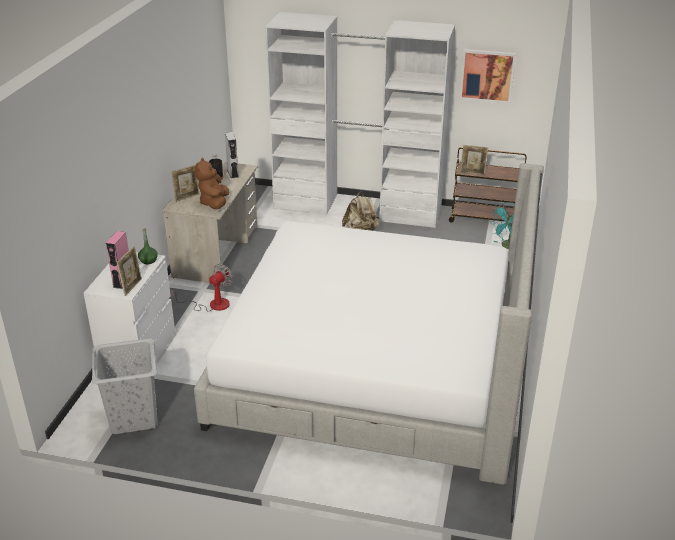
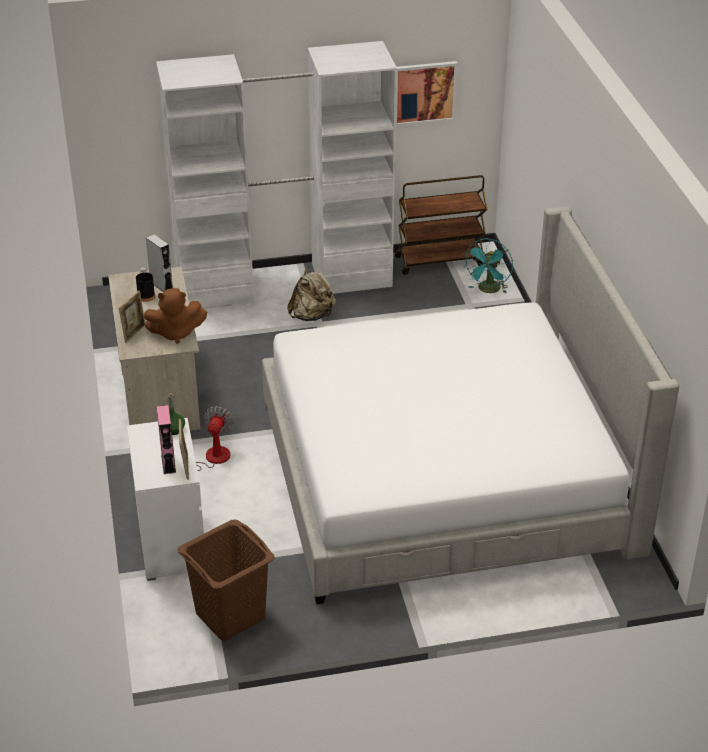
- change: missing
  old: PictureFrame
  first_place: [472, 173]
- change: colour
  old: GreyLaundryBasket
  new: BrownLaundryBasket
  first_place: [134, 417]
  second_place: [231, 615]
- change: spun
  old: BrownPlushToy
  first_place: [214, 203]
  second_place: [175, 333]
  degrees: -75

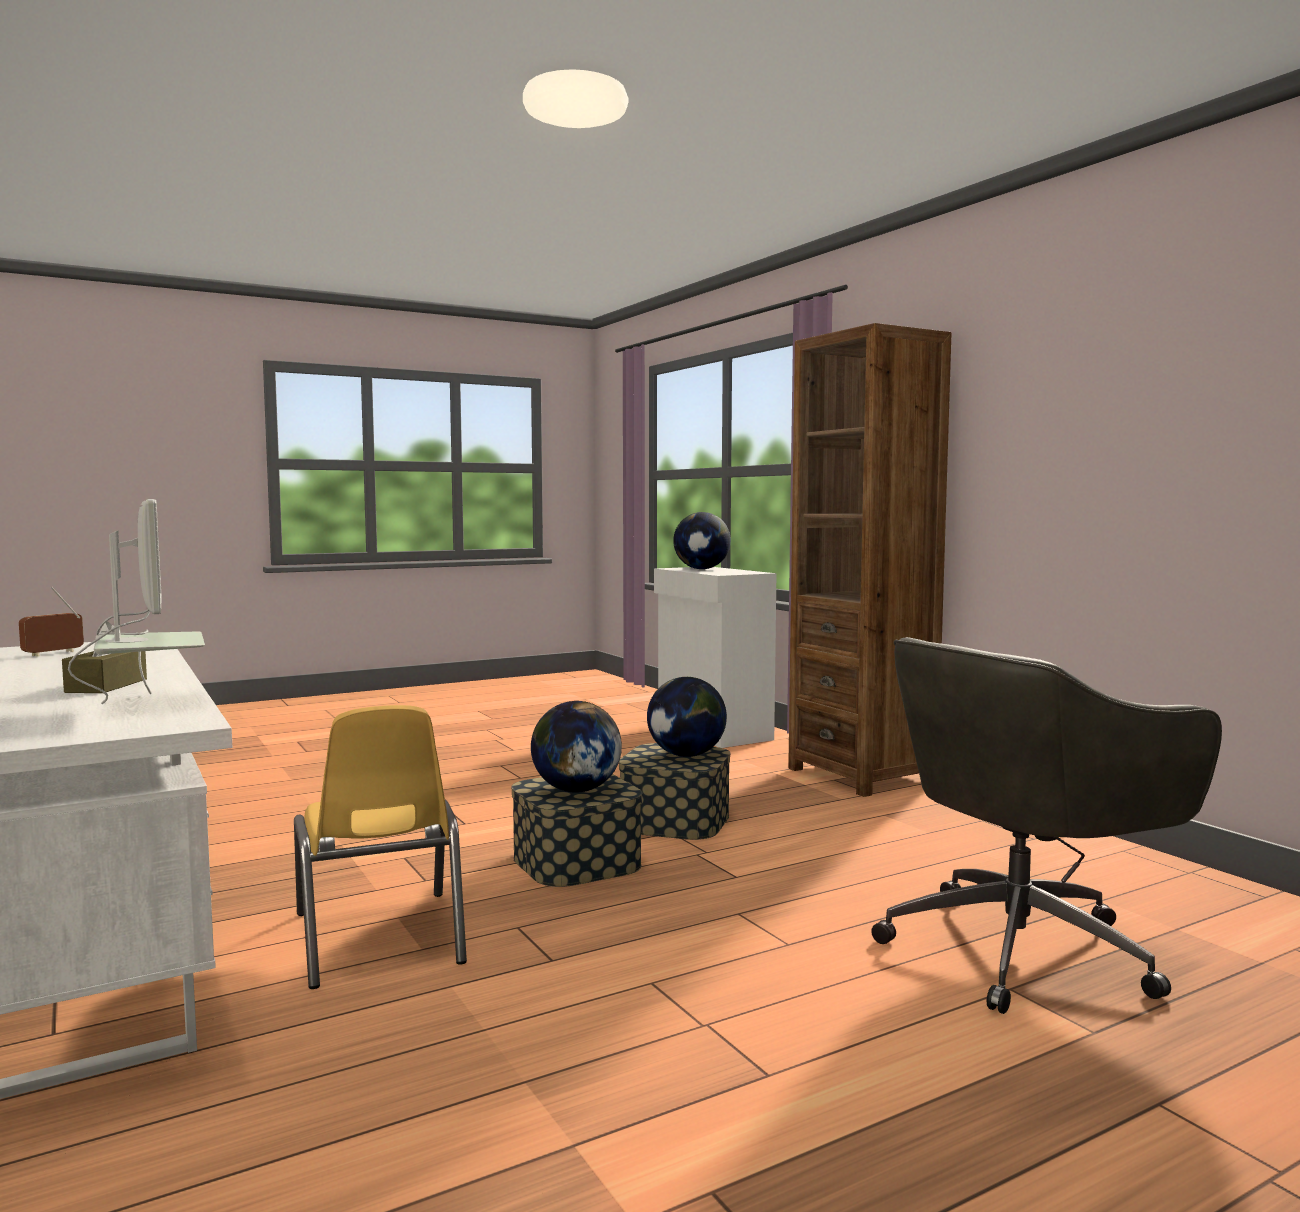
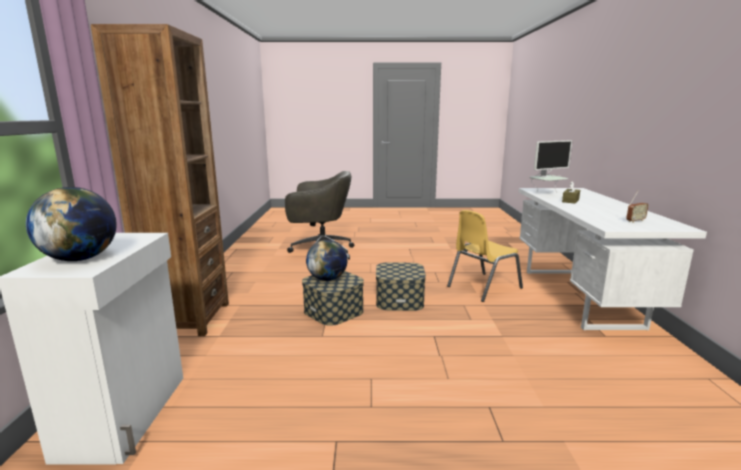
- change: missing
  old: Globe
  first_place: [576, 790]
- change: spun
  old: Monitor
  first_place: [149, 704]
  second_place: [546, 194]
  degrees: -120
- change: spun
  old: YellowChair
  first_place: [379, 938]
  second_place: [483, 287]
  degrees: -135

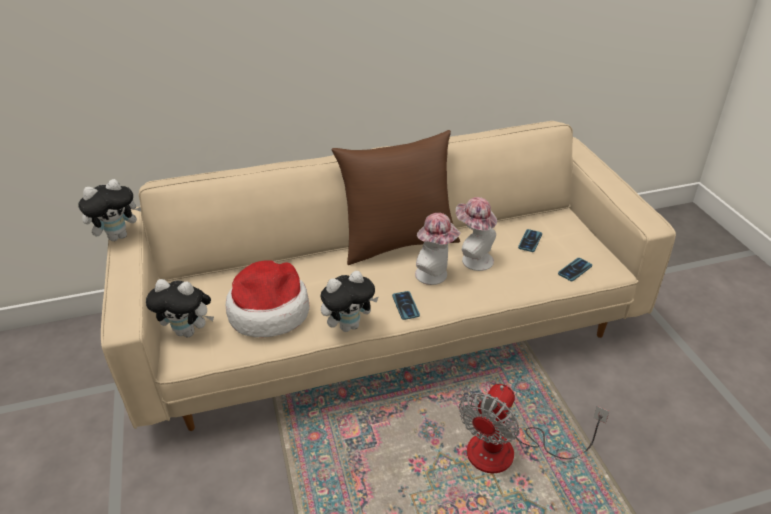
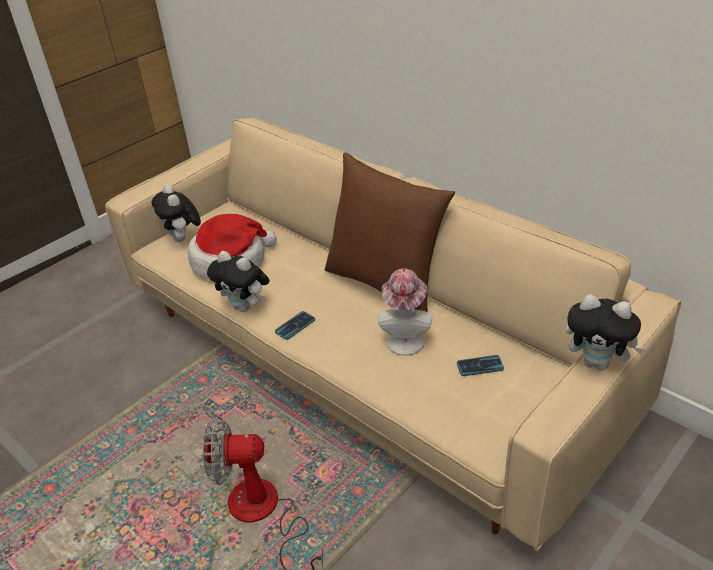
- change: missing
  old: Hat
  first_place: [435, 275]
- change: missing
  old: Phone
  first_place: [575, 270]
- change: relocated
  old: PlushToy
  first_place: [119, 236]
  second_place: [598, 363]

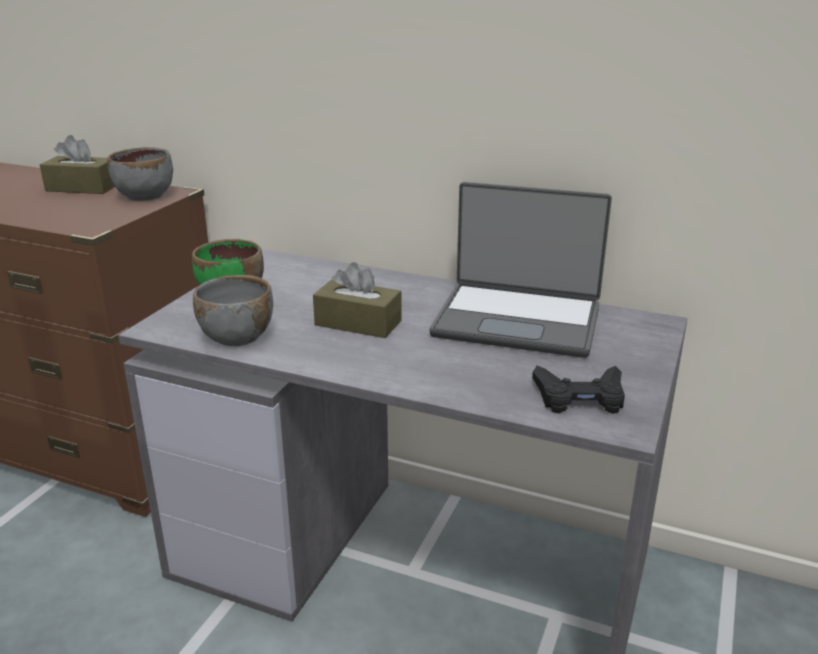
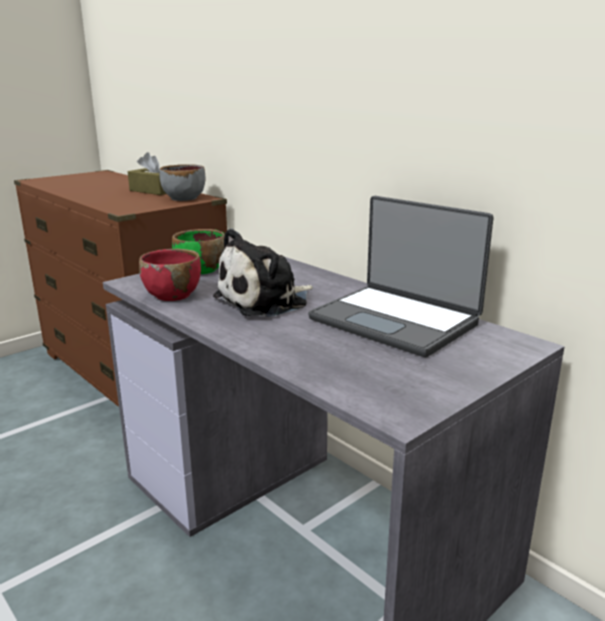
- change: missing
  old: BlackGameController
  first_place: [580, 397]
- change: exchanged
  old: BrownTissueBox
  new: PlushToy
  first_place: [358, 323]
  second_place: [266, 301]
- change: colour
  old: GreyBowl
  new: RedBowl
  first_place: [237, 336]
  second_place: [173, 295]

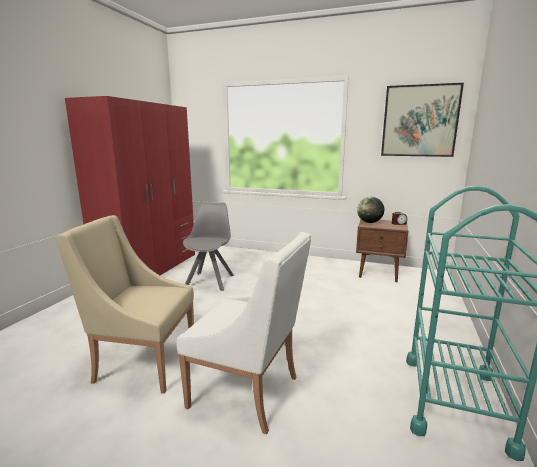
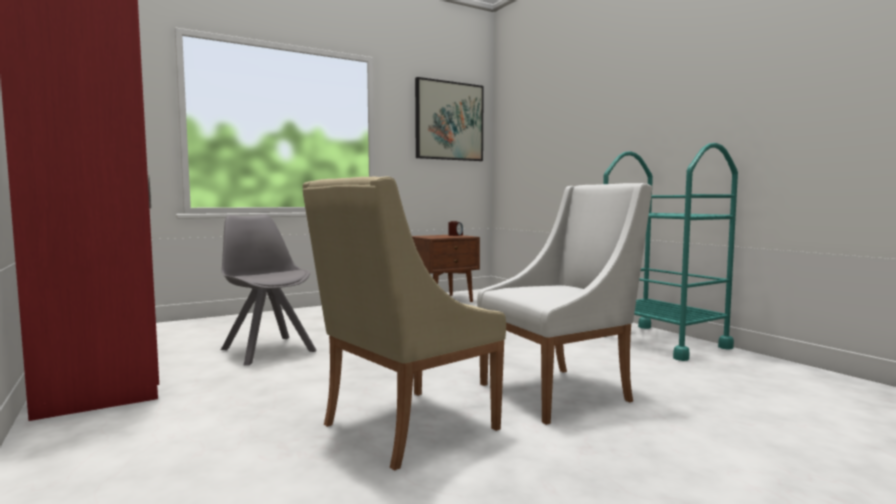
- change: missing
  old: Globe
  first_place: [369, 222]

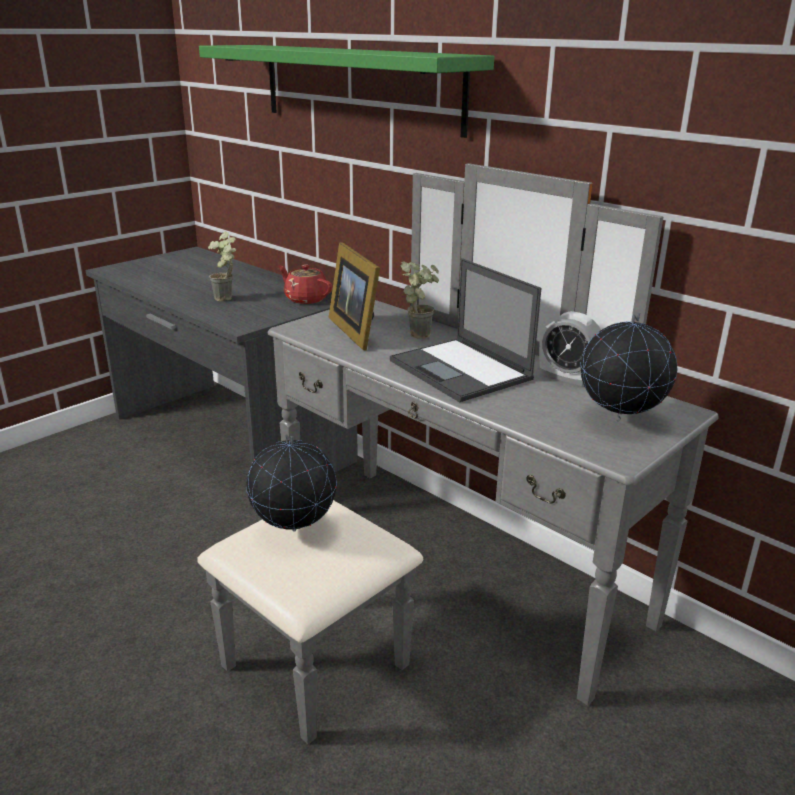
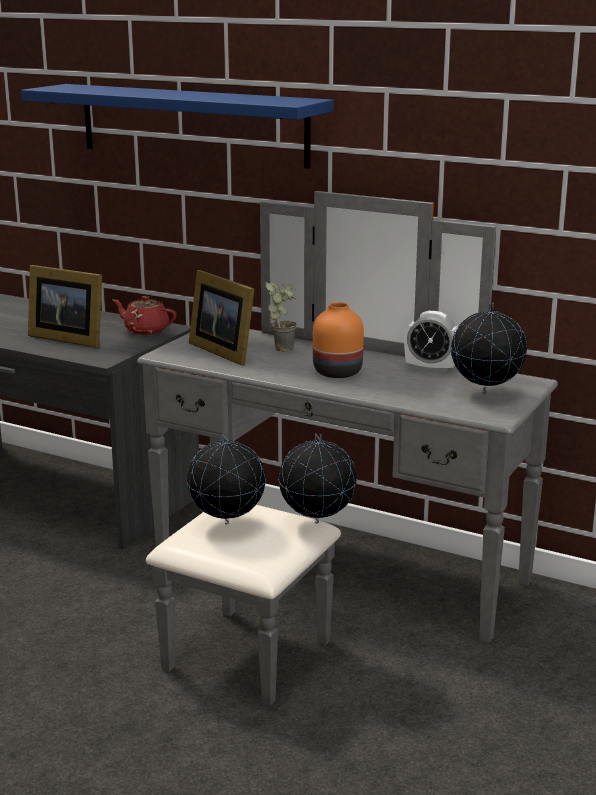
- change: appeared
  new: Globe
  second_place: [317, 523]
- change: exchanged
  old: PottedPlant
  new: PictureFrame
  first_place: [228, 299]
  second_place: [67, 338]
- change: exchanged
  old: Laptop
  new: OrangeVase
  first_place: [461, 370]
  second_place: [339, 372]
- change: colour
  old: GreenShelf
  new: BlueShelf
  first_place: [359, 87]
  second_place: [192, 124]

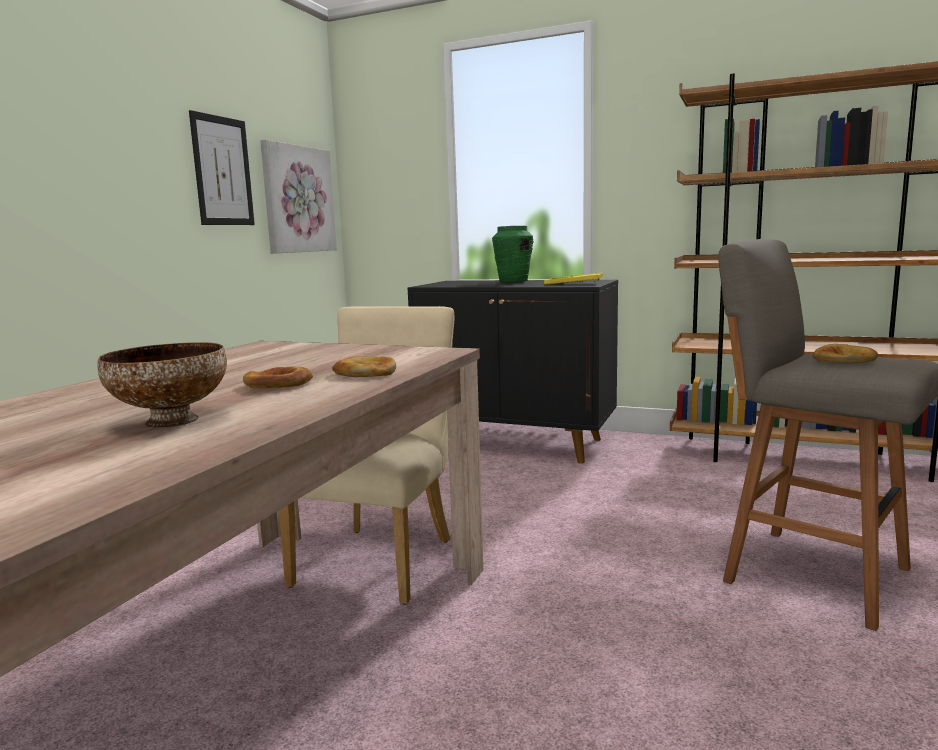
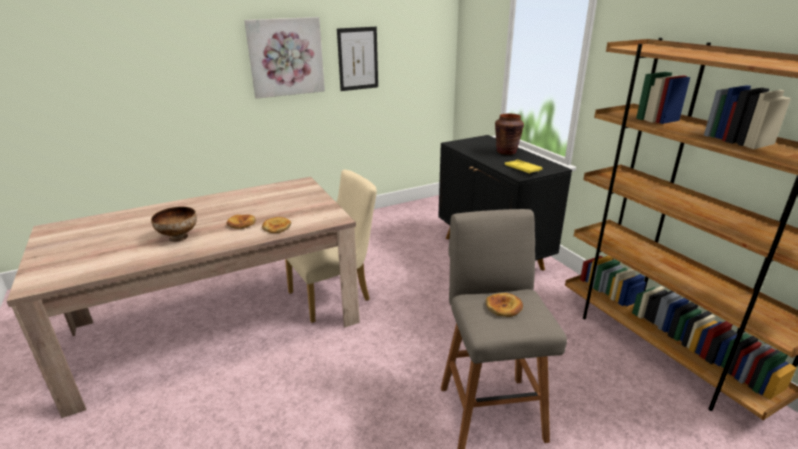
- change: relocated
  old: Picture
  first_place: [298, 199]
  second_place: [286, 57]
- change: colour
  old: GreenVase
  new: BrownVase
  first_place: [513, 282]
  second_place: [506, 152]

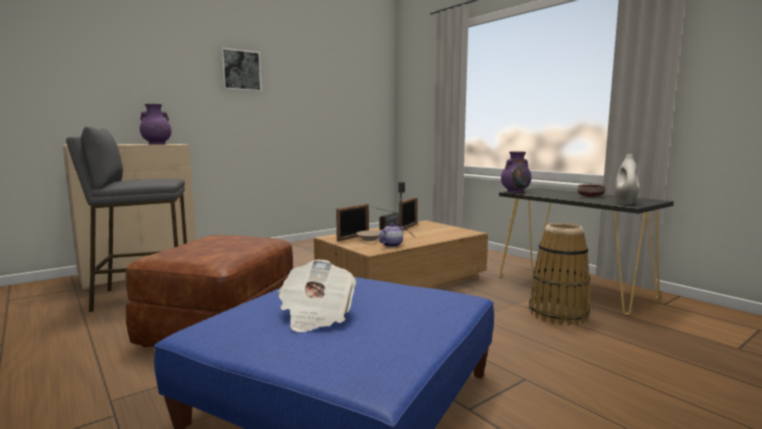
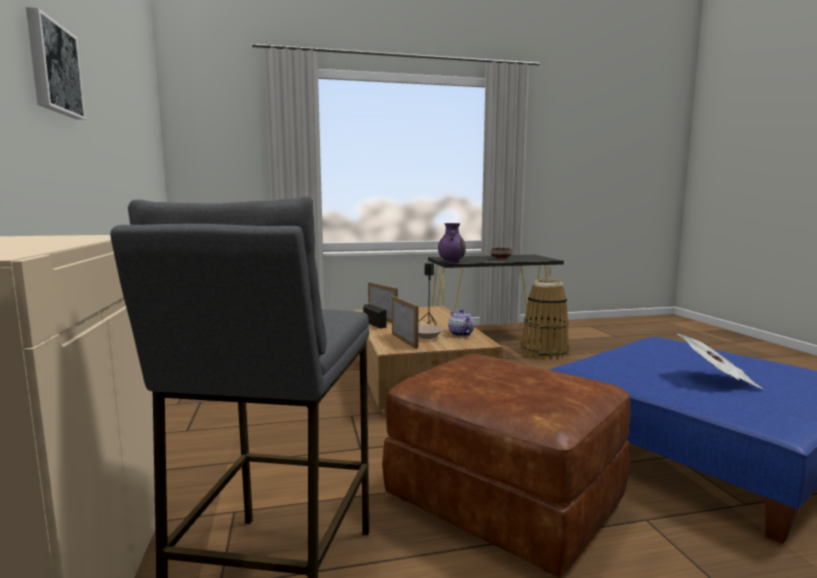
- change: missing
  old: PurpleVase
  first_place: [156, 144]
- change: missing
  old: WhiteVase
  first_place: [625, 203]

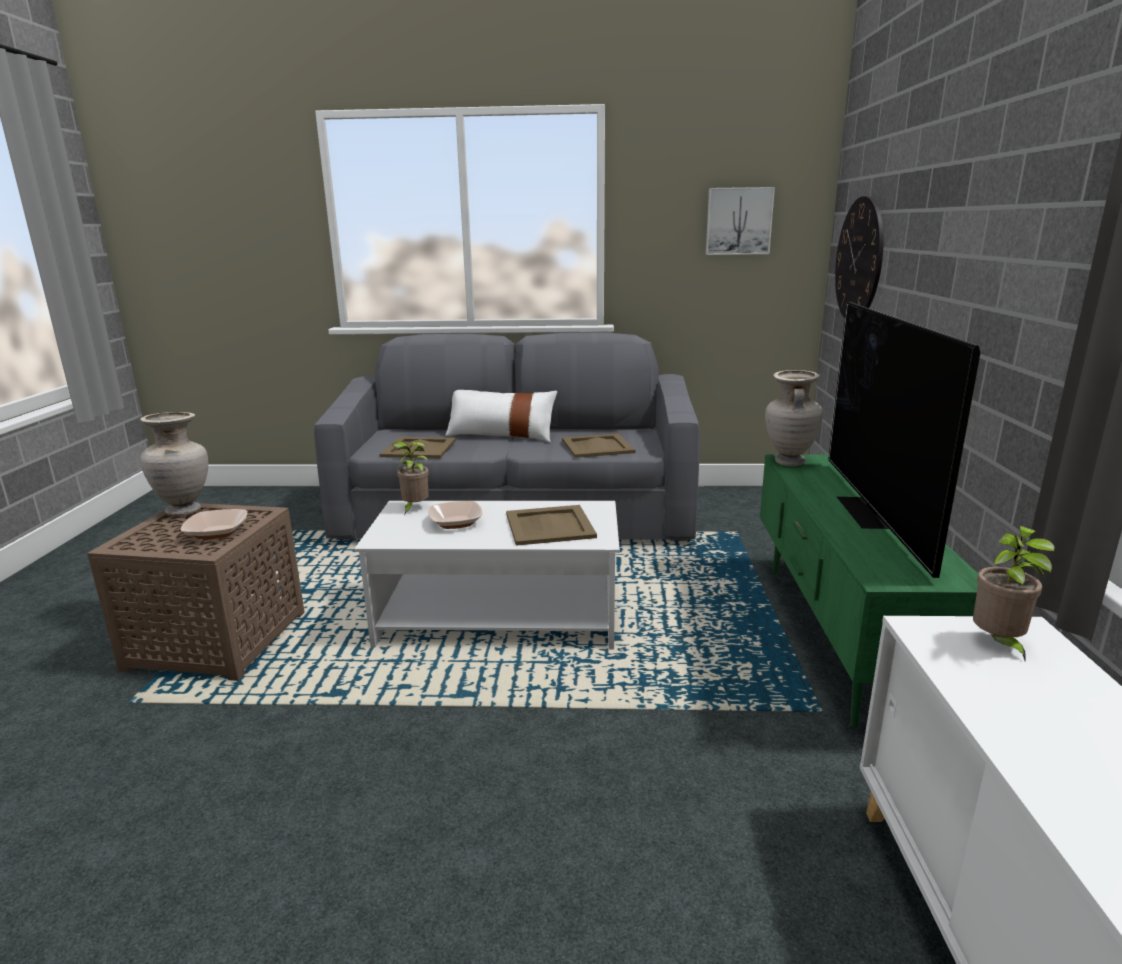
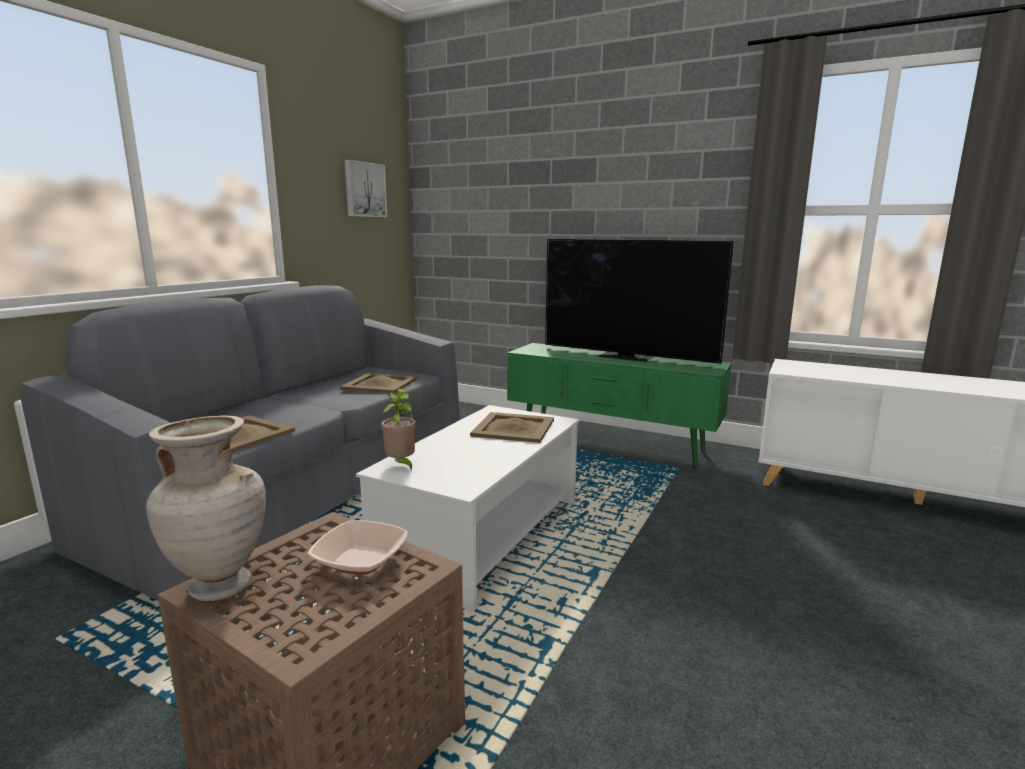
- change: missing
  old: Bowl
  first_place: [455, 522]
- change: missing
  old: WhitePillow
  first_place: [501, 435]
- change: missing
  old: BeigeVase
  first_place: [788, 462]
- change: missing
  old: WallClock
  first_place: [859, 260]
- change: missing
  old: PottedPlant
  first_place: [998, 645]

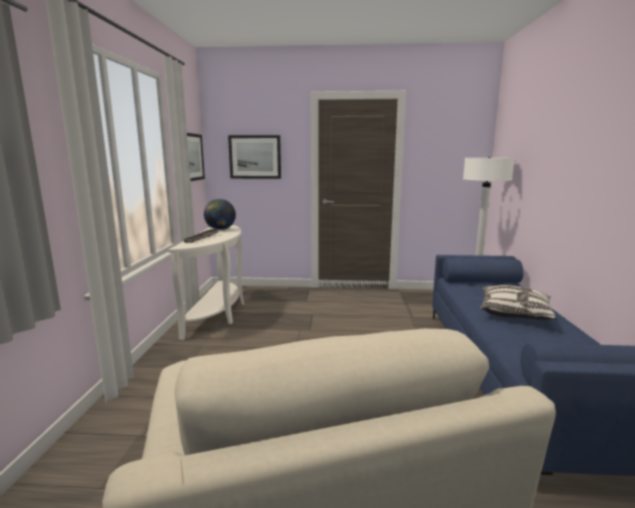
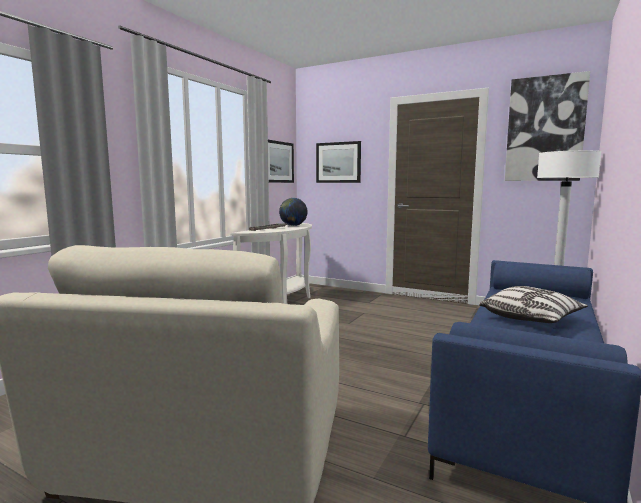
- change: appeared
  new: Picture
  second_place: [545, 129]

